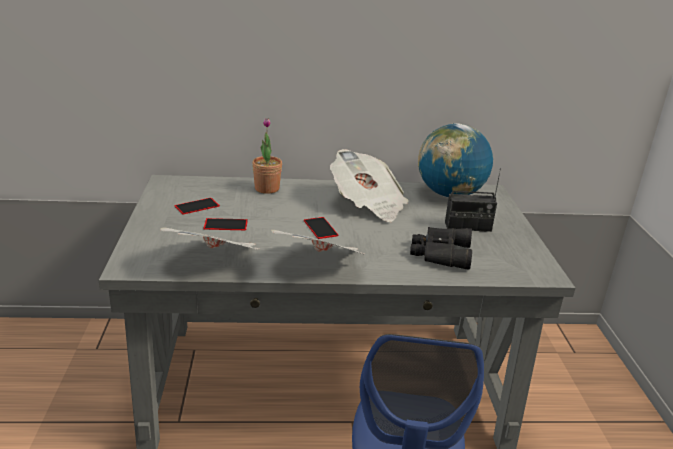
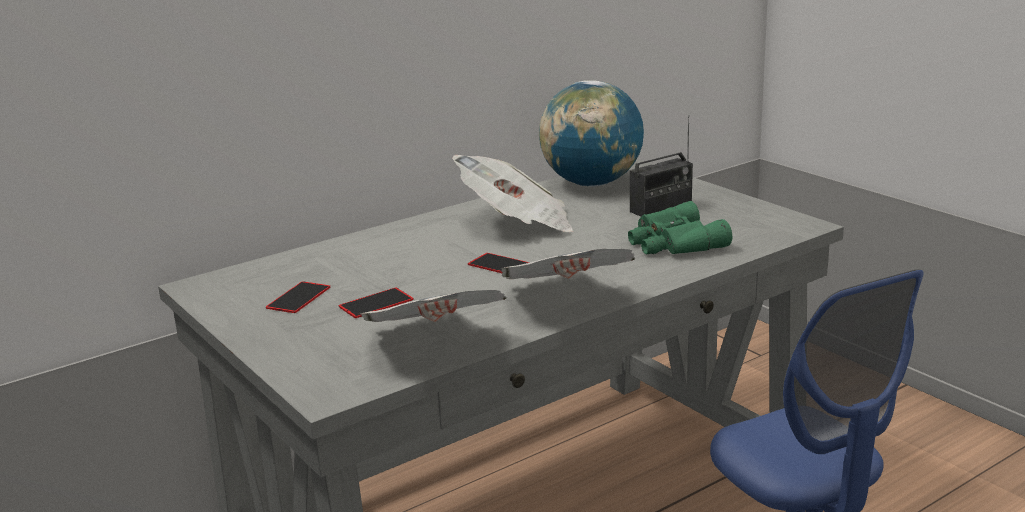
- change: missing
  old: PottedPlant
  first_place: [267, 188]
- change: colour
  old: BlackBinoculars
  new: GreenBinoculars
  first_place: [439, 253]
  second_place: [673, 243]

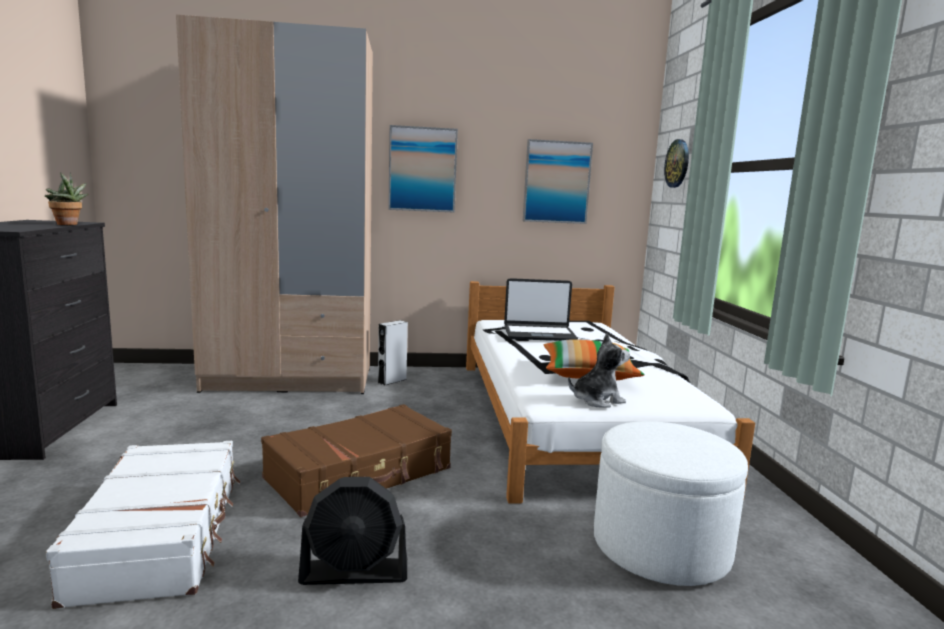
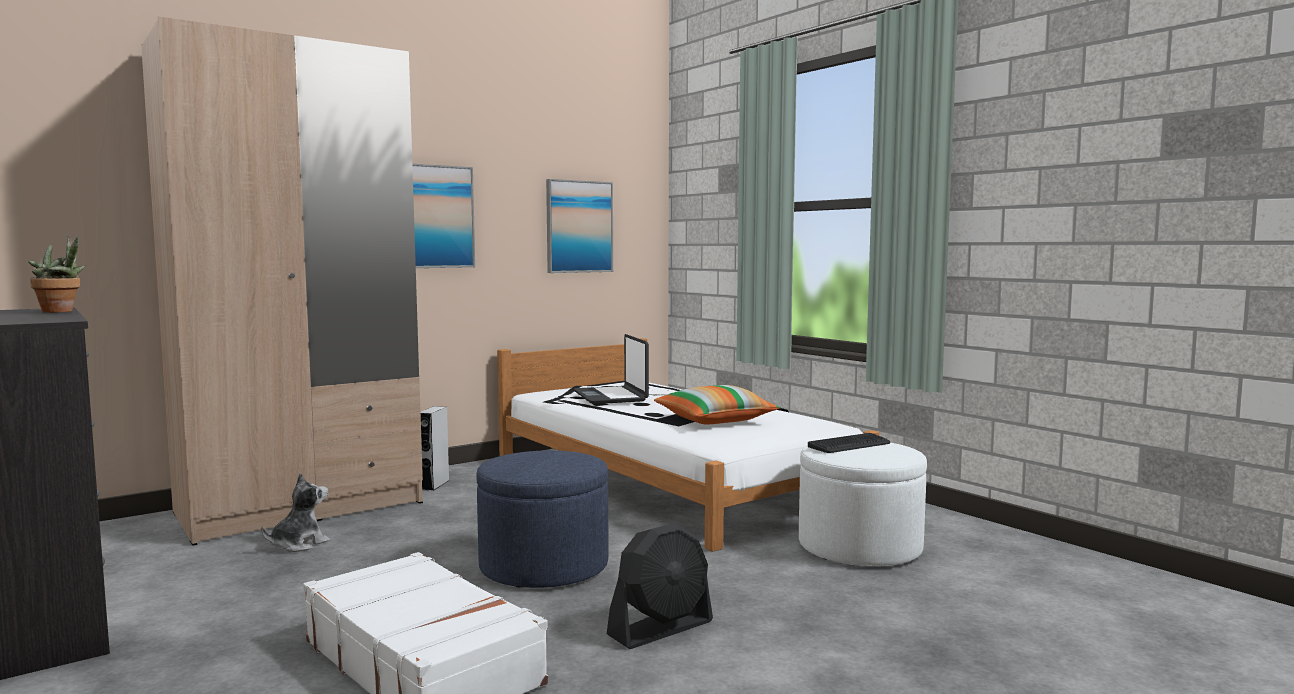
- change: missing
  old: WallClock
  first_place: [677, 163]
- change: appeared
  new: Keyboard
  second_place: [849, 445]
- change: relocated
  old: PlushToy
  first_place: [597, 400]
  second_place: [298, 544]
- change: exchanged
  old: BrownSuitcase
  new: BlueOttoman
  first_place: [360, 474]
  second_place: [544, 566]
- change: spun
  old: Laptop
  first_place: [539, 334]
  second_place: [611, 396]
  degrees: 105

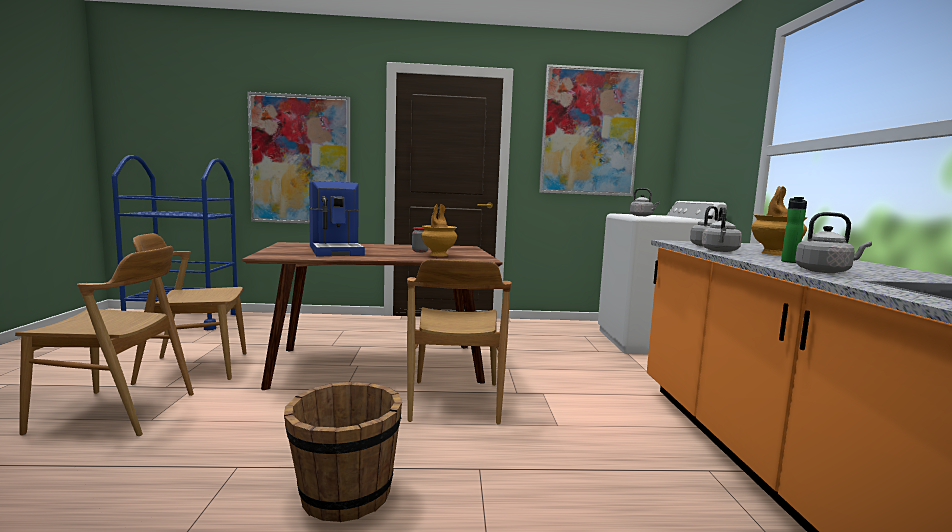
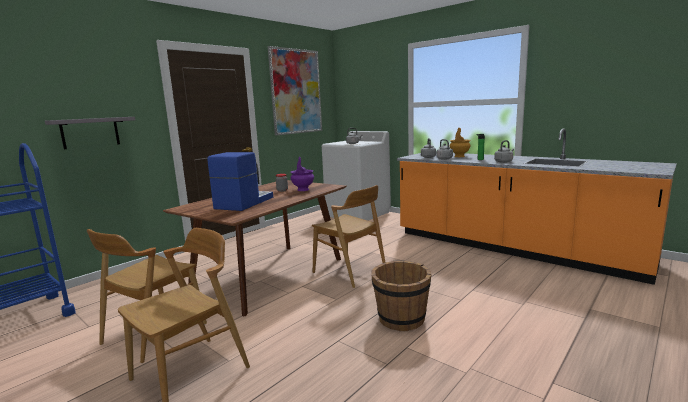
- change: exchanged
  old: Picture
  new: GreyShelf
  first_place: [300, 160]
  second_place: [90, 132]
- change: colour
  old: BrownVase
  new: PurpleVase
  first_place: [438, 255]
  second_place: [303, 190]
- change: spun
  old: CoffeeMachine
  first_place: [336, 251]
  second_place: [243, 203]
  degrees: -90

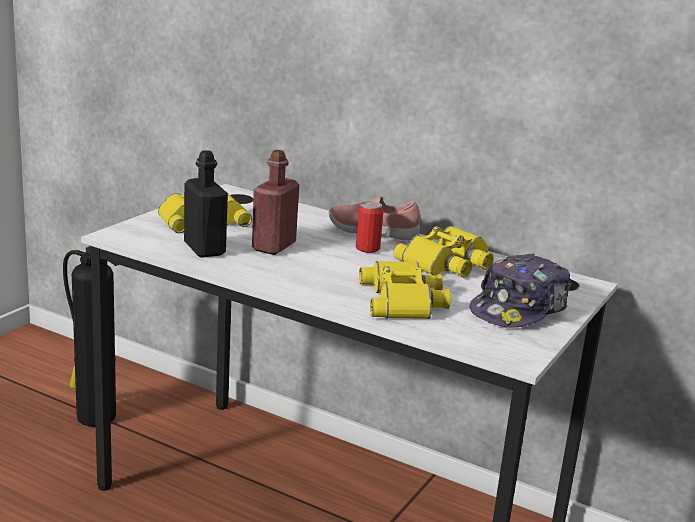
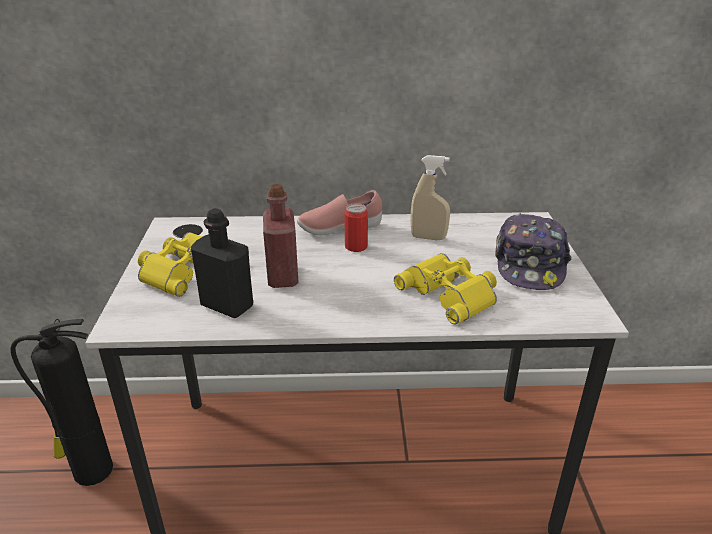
- change: exchanged
  old: YellowBinoculars
  new: BeigeSprayBottle
  first_place: [448, 263]
  second_place: [428, 238]

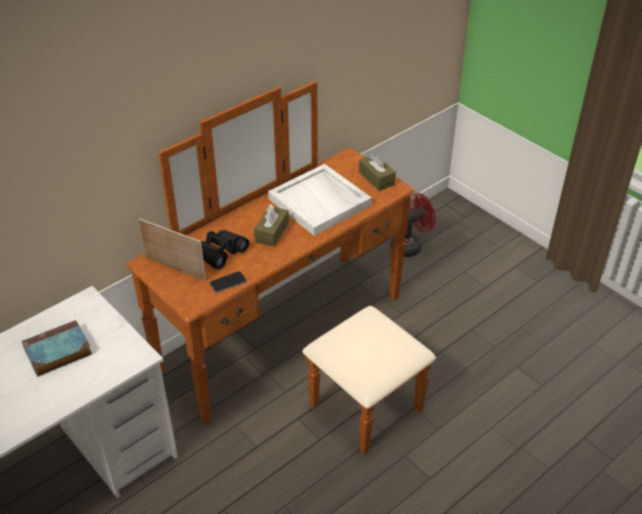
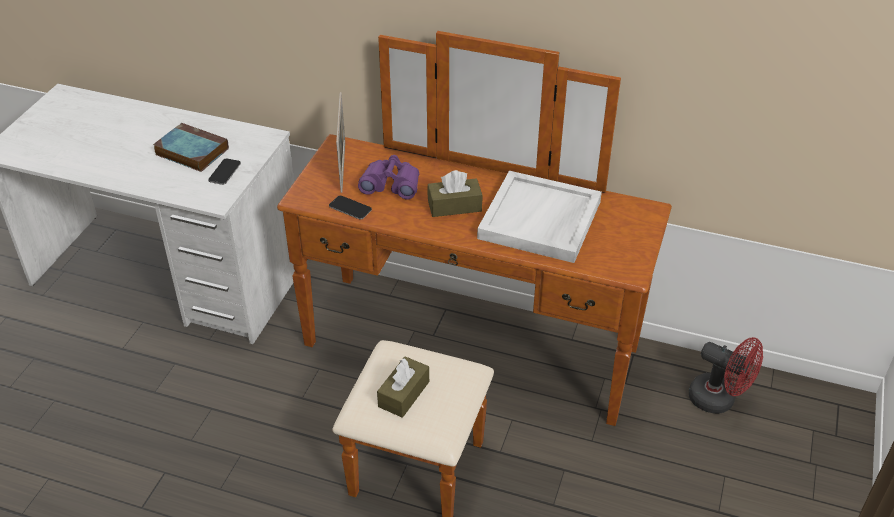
- change: appeared
  new: Phone
  second_place: [224, 172]
- change: relocated
  old: BrownTissueBox
  first_place: [376, 178]
  second_place: [404, 394]
- change: colour
  old: BlackBinoculars
  new: PurpleBinoculars
  first_place: [220, 253]
  second_place: [391, 184]

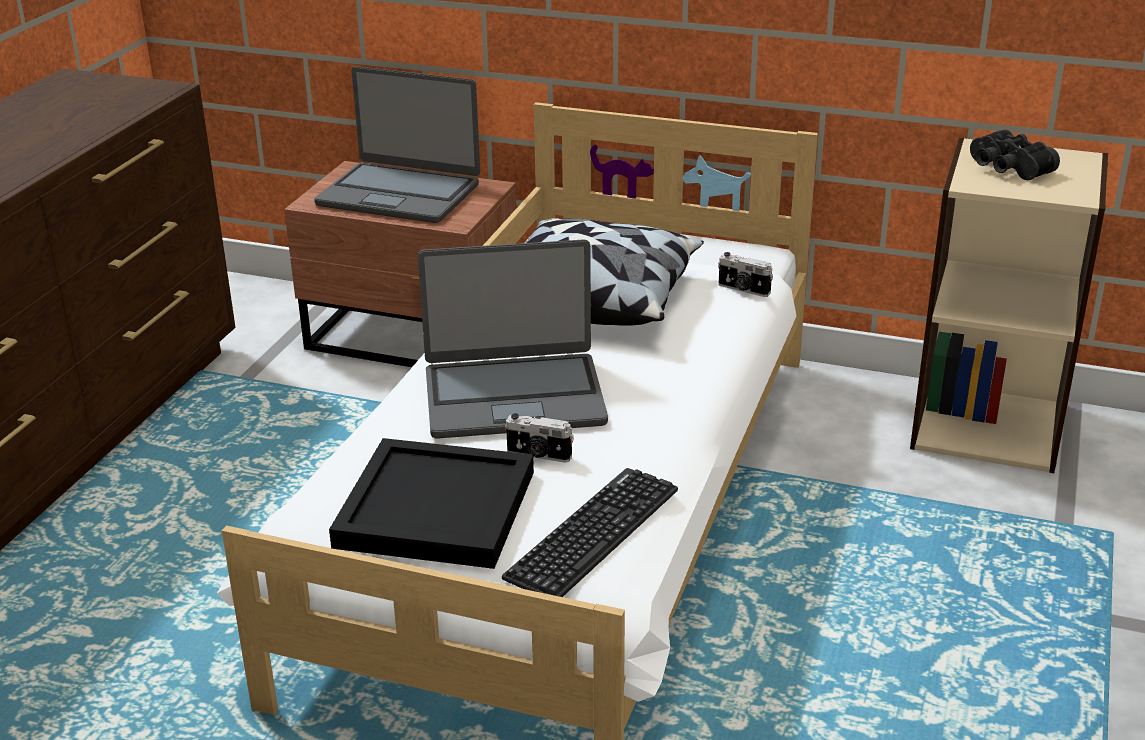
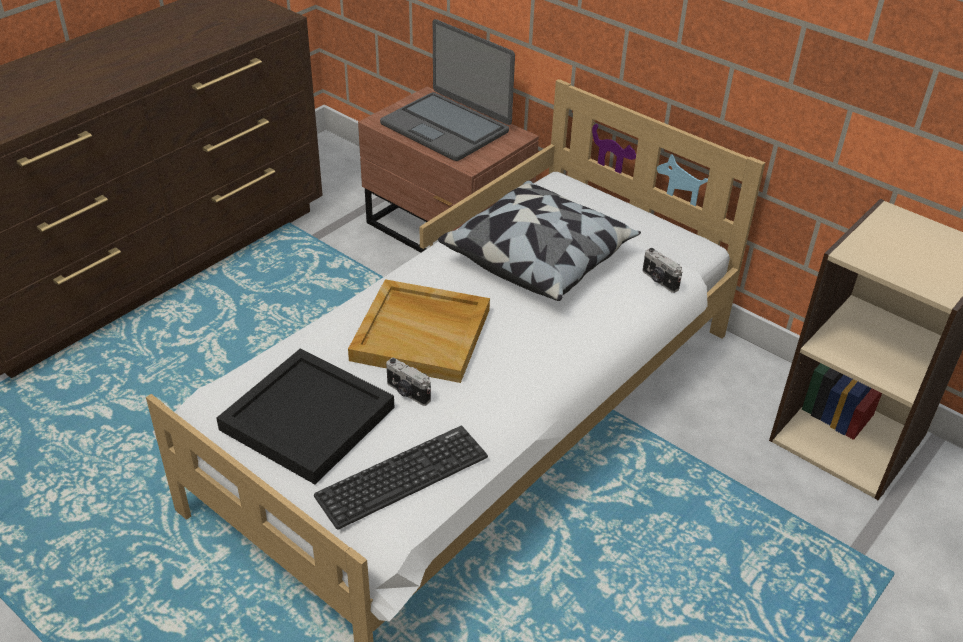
- change: missing
  old: BlackBinoculars
  first_place: [1006, 168]
- change: exchanged
  old: Laptop
  new: BeigeTray
  first_place: [514, 397]
  second_place: [422, 334]

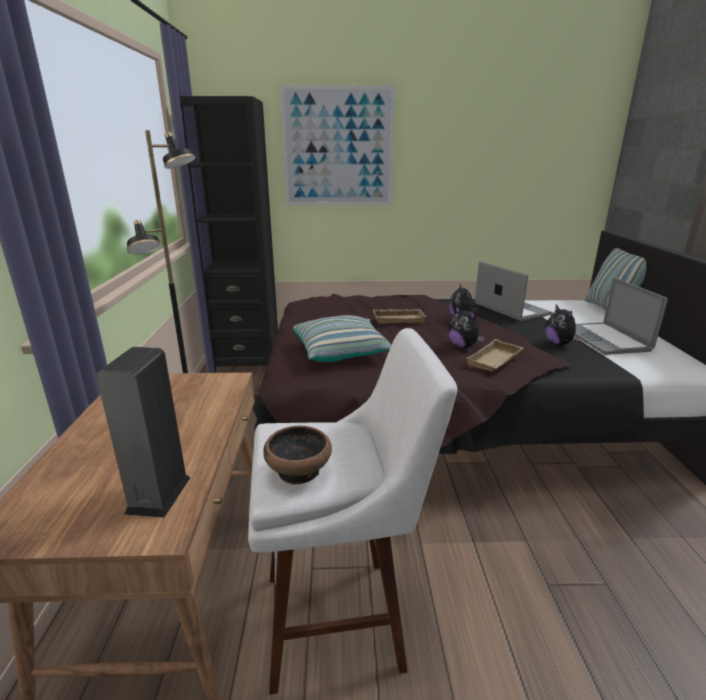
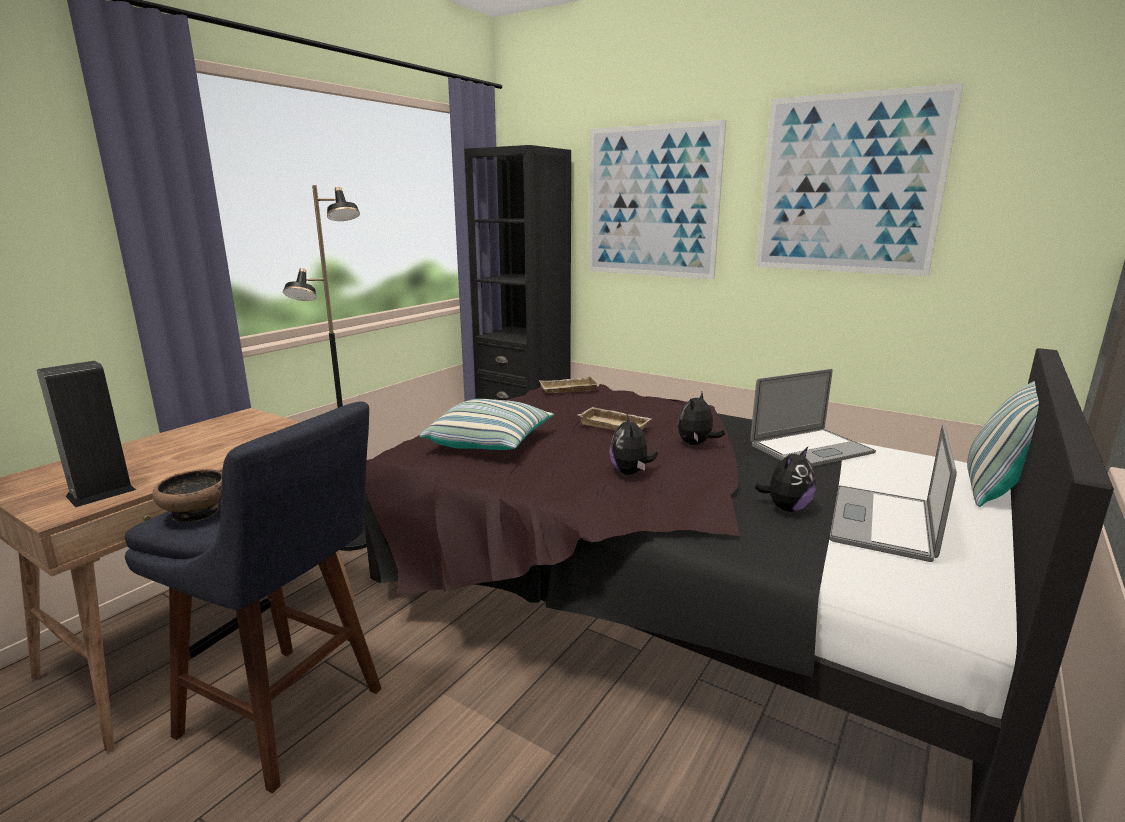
- change: appeared
  new: Picture
  second_place: [848, 185]
- change: relocated
  old: BeigeTray
  first_place: [495, 361]
  second_place: [568, 390]
- change: colour
  old: WhiteStool
  new: BlueStool
  first_place: [343, 618]
  second_place: [290, 716]
- change: spun
  old: Laptop
  first_place: [511, 309]
  second_place: [811, 449]
  degrees: 60
- change: spun
  old: PlushToy
  first_place: [559, 344]
  second_place: [786, 508]
  degrees: -150

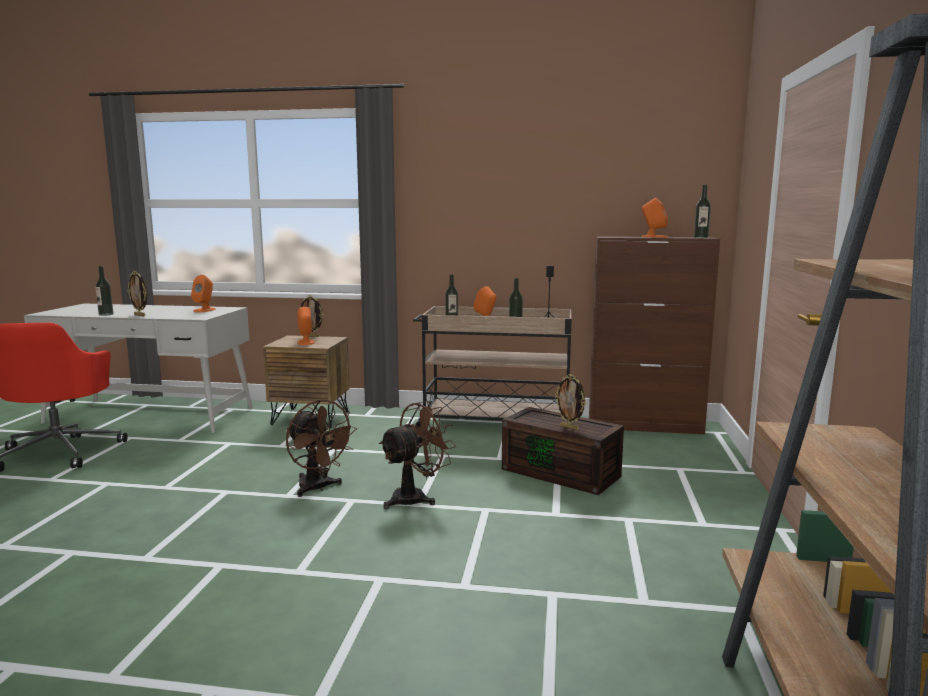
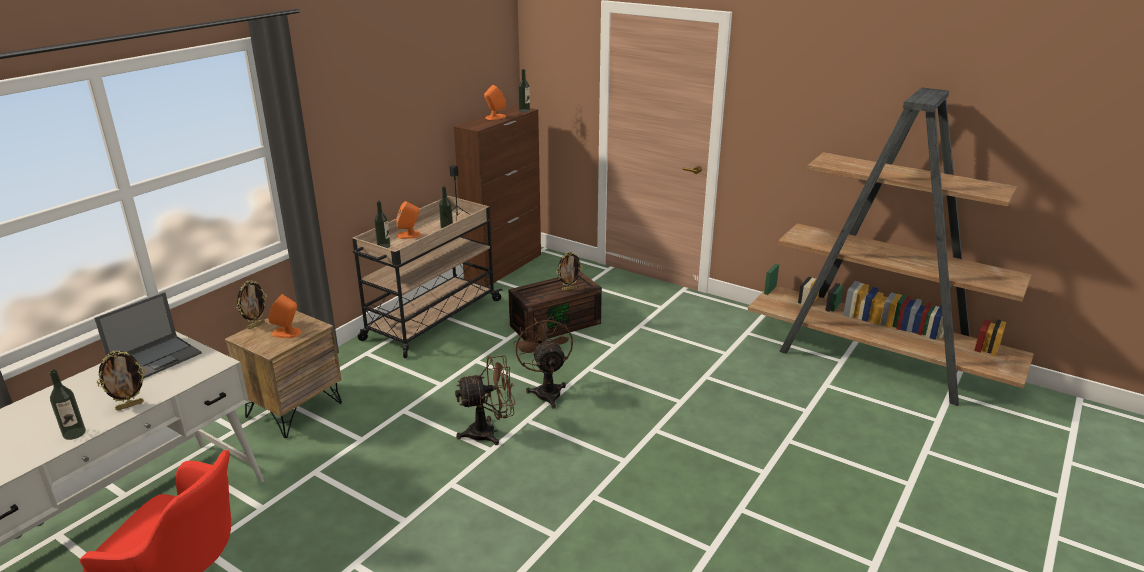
- change: exchanged
  old: OrangeSpeaker
  new: Laptop
  first_place: [204, 310]
  second_place: [156, 358]

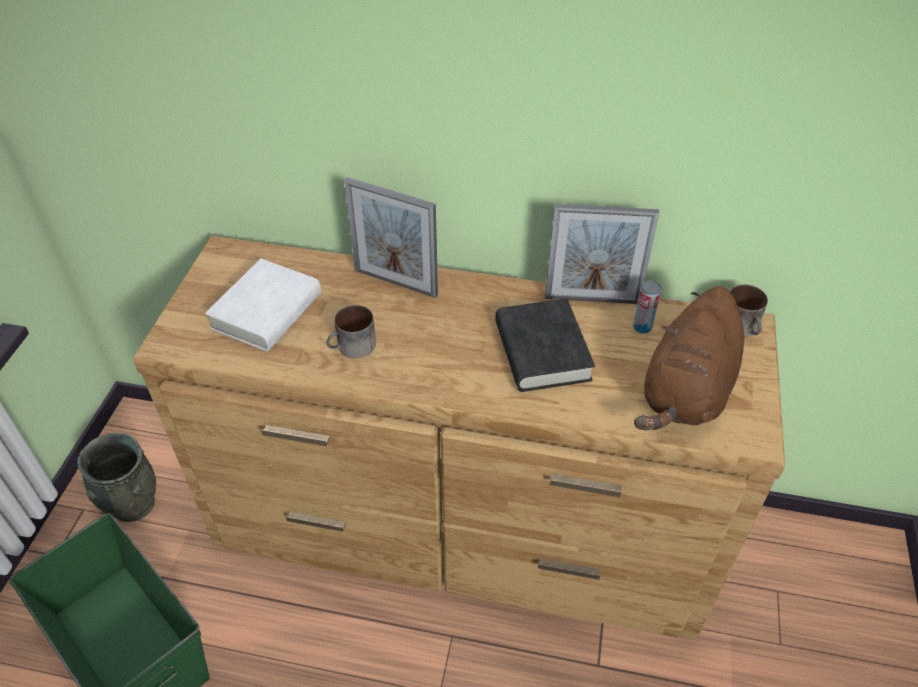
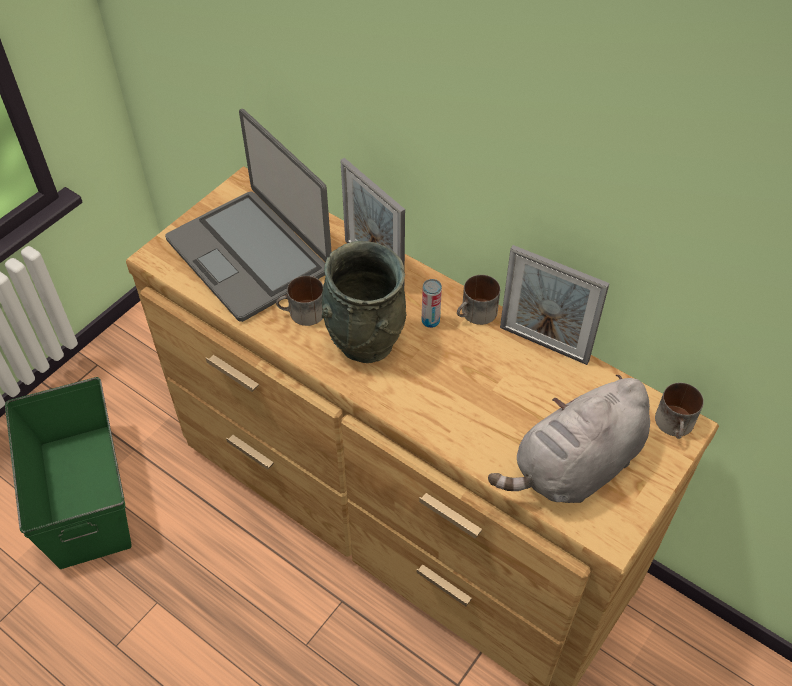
- change: missing
  old: BlackBook
  first_place: [542, 351]
- change: appeared
  new: Mug
  second_place: [476, 314]
- change: relocated
  old: GreyVase
  first_place: [132, 504]
  second_place: [364, 341]
- change: relocated
  old: Can
  first_place: [642, 327]
  second_place: [430, 321]
- change: exchanged
  old: WhiteBook
  new: Laptop
  first_place: [267, 311]
  second_place: [250, 255]
- change: colour
  old: BrownPlushToy
  new: GreyPlushToy
  first_place: [686, 392]
  second_place: [574, 468]

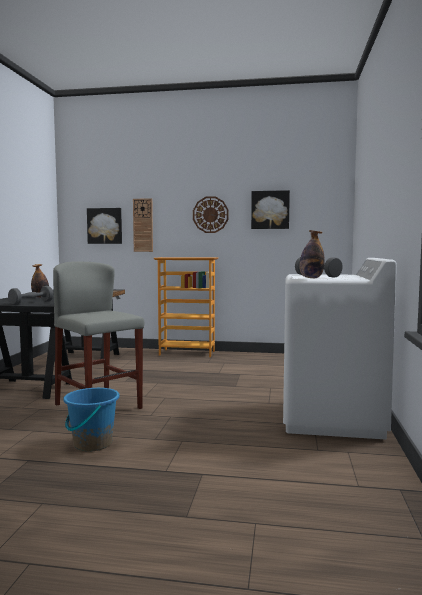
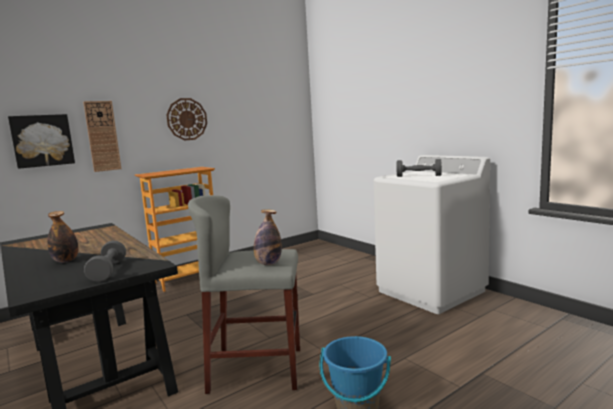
- change: missing
  old: Picture
  first_place: [270, 210]
- change: relocated
  old: Bottle
  first_place: [311, 278]
  second_place: [268, 263]

